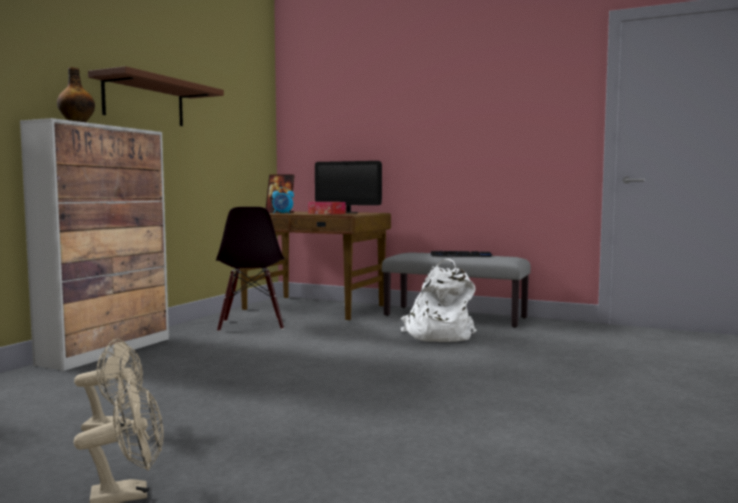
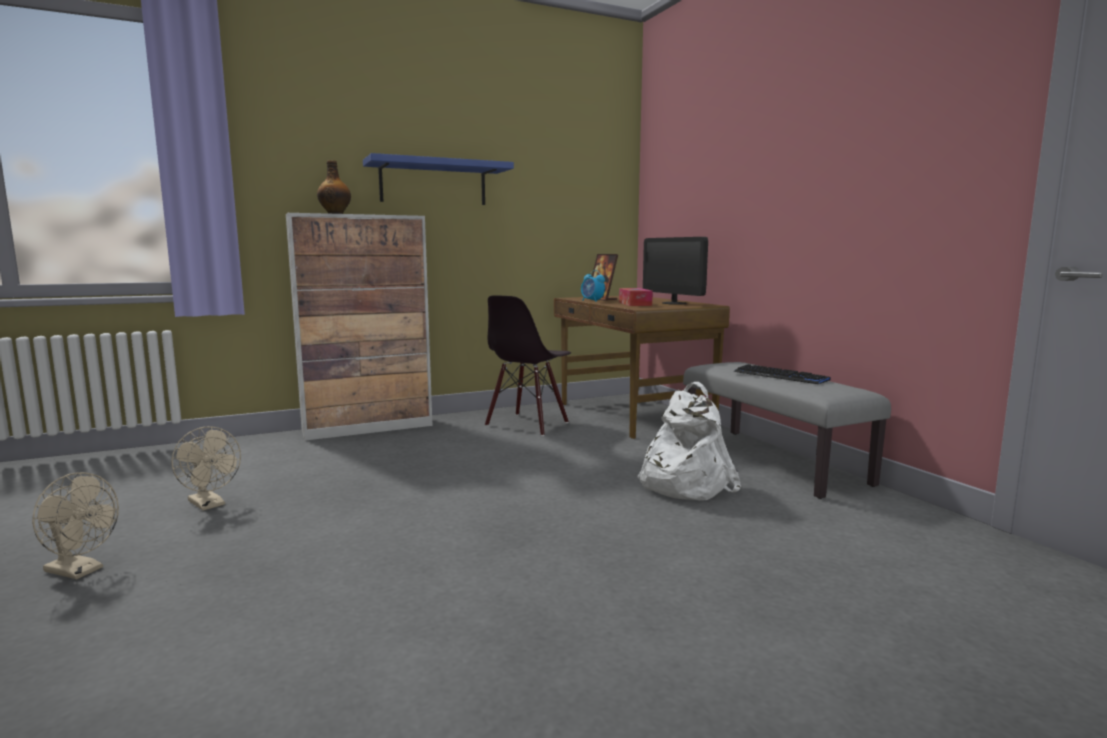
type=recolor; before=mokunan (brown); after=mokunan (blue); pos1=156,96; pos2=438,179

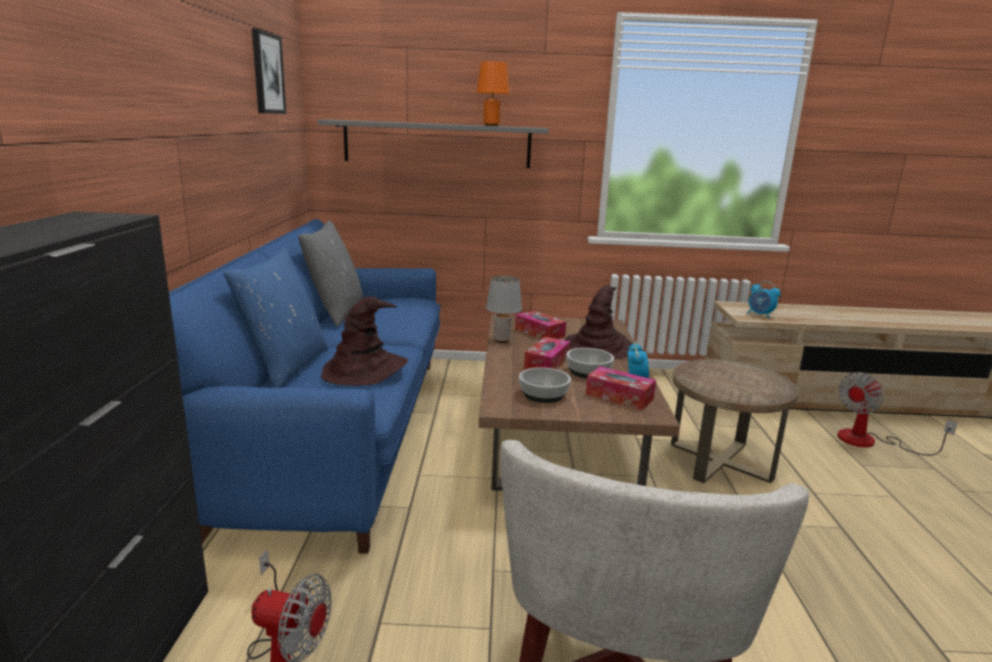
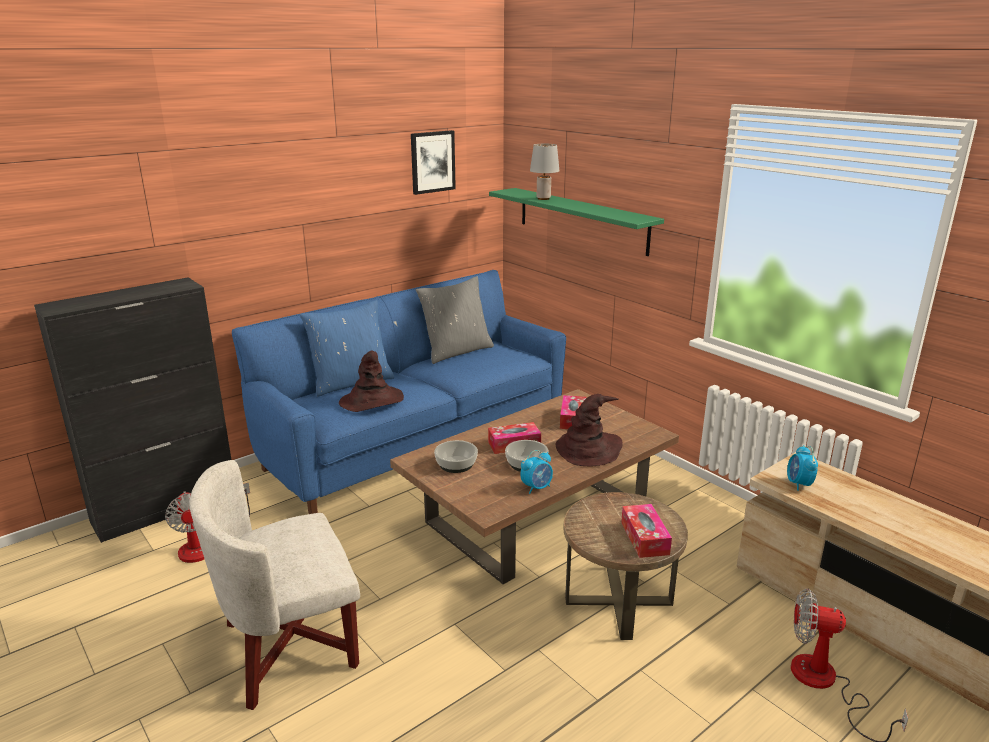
type=delete; before=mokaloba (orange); pos1=493,93
type=recolor; before=mokunan (grey); after=mokunan (green); pos1=433,144; pos2=576,222
type=move; before=mokaloba (grey); pos1=504,309; pos2=544,172
type=move; before=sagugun; pos1=621,388; pos2=646,531

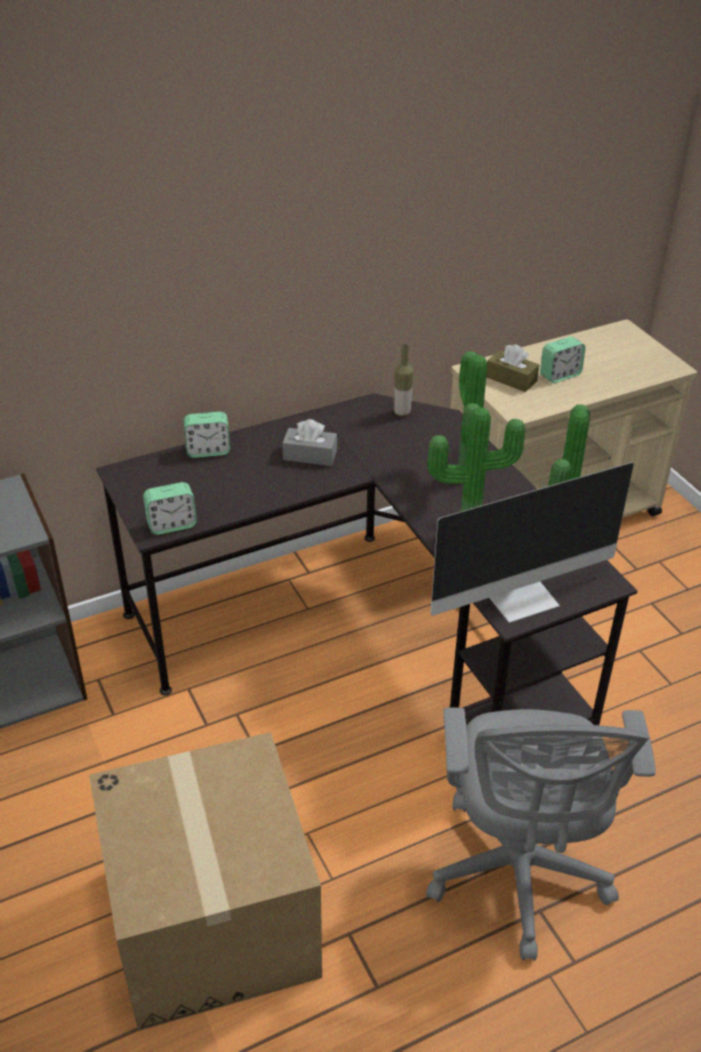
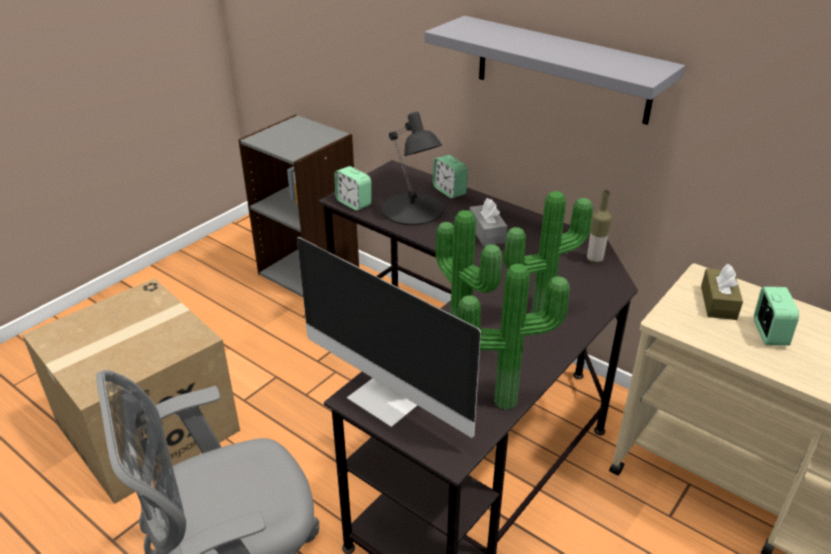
type=rotate; before=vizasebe; pos1=563,359; pos2=776,316; turn=-120
type=insert; after=mokunan (grey); pos2=555,70
type=insert; after=mokaloba (black); pos2=412,168

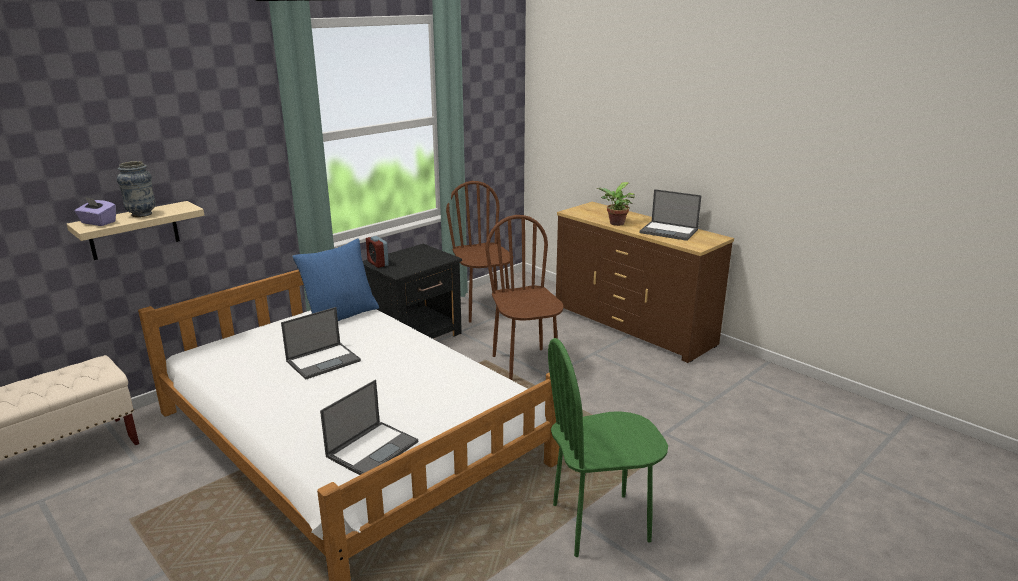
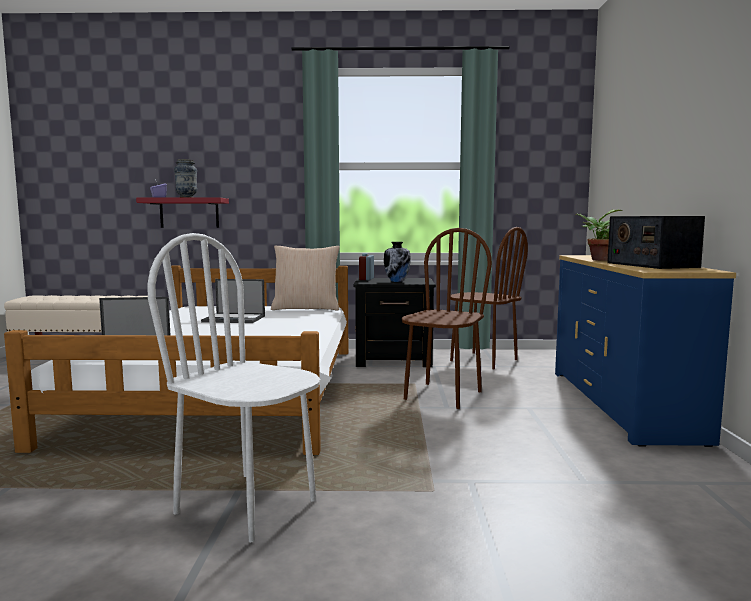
type=rotate; before=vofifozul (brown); pos1=478,252; pos2=489,298; turn=105
type=replace; before=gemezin; after=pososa; pos1=670,215; pos2=656,242
type=recolor; before=mokunan (beige); after=mokunan (red); pos1=135,230; pos2=182,212
type=recolor; before=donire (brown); after=donire (blue); pos1=645,282; pos2=645,351
type=recolor; before=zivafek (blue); after=zivafek (beige); pos1=335,279; pos2=305,278
type=recolor; before=vofifozul (green); after=vofifozul (white); pos1=608,447; pos2=233,387
type=insert; after=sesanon; pos2=397,262

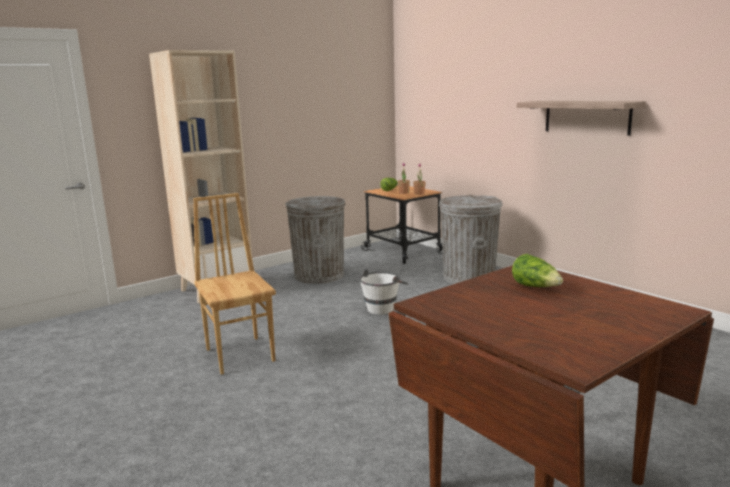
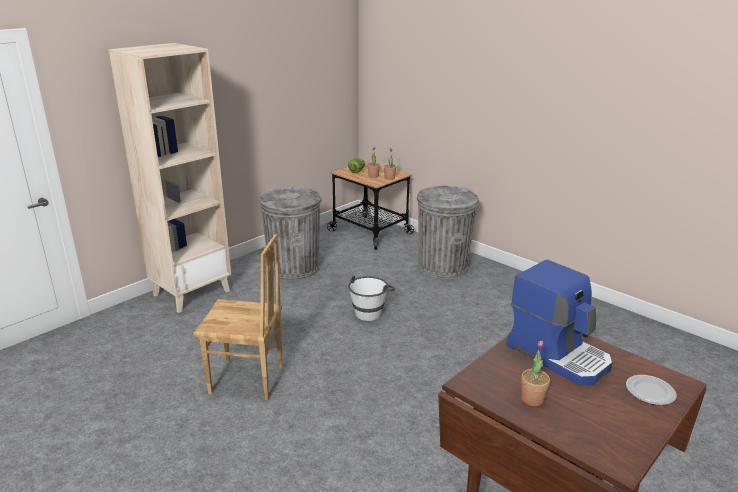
type=delete; before=mokunan; pos1=581,118
type=rotate; before=vofifozul (brown); pos1=234,284; pos2=238,317; turn=135
type=replace; before=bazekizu; after=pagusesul; pos1=537,270; pos2=559,323
type=insert; after=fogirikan; pos2=535,373
type=insert; after=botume; pos2=651,390

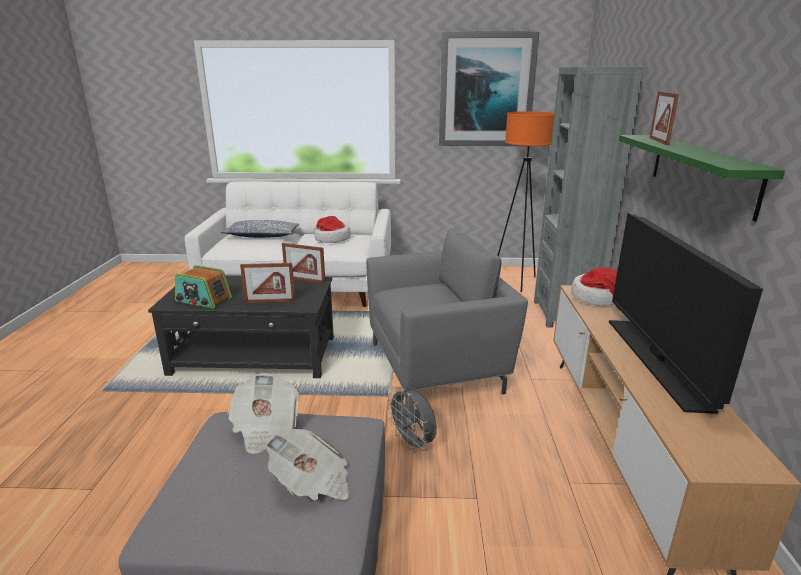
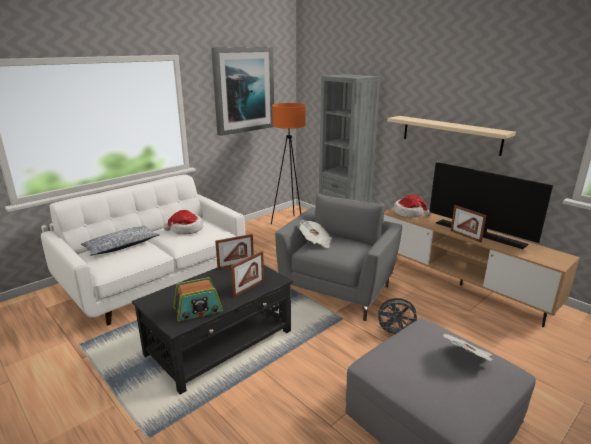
type=move; before=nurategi; pos1=664,118; pos2=469,223
type=recolor; before=mokunan (green); after=mokunan (beige); pos1=702,178; pos2=451,136
type=move; before=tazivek; pos1=263,413; pos2=315,234

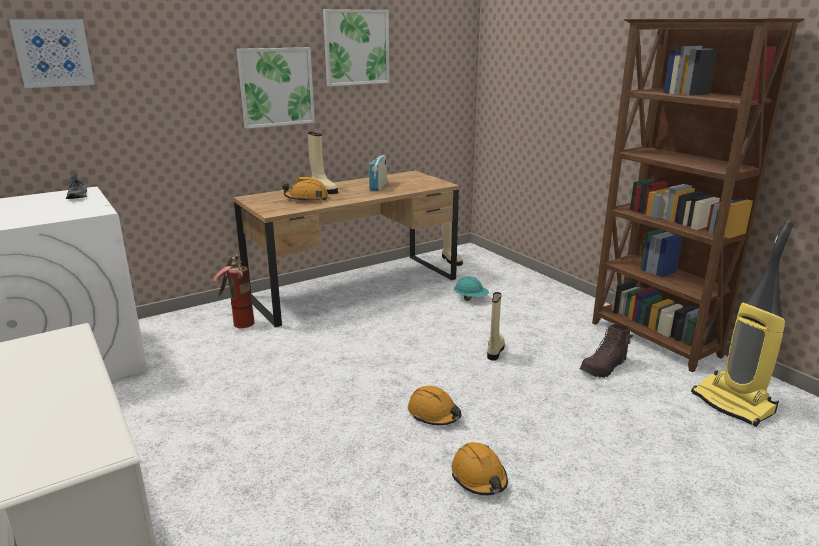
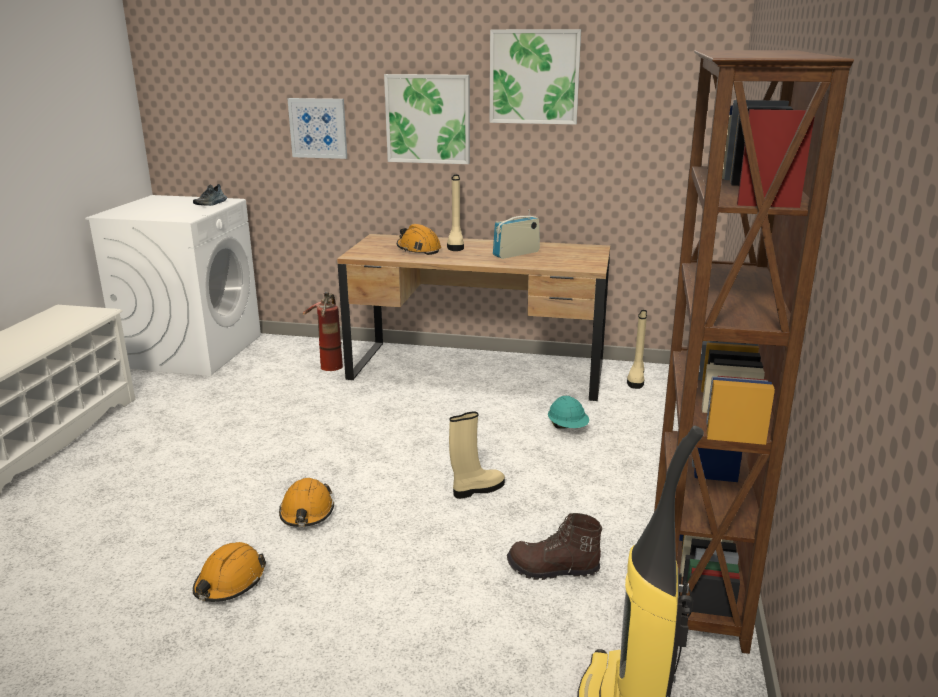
type=move; before=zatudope; pos1=52,53; pos2=317,128

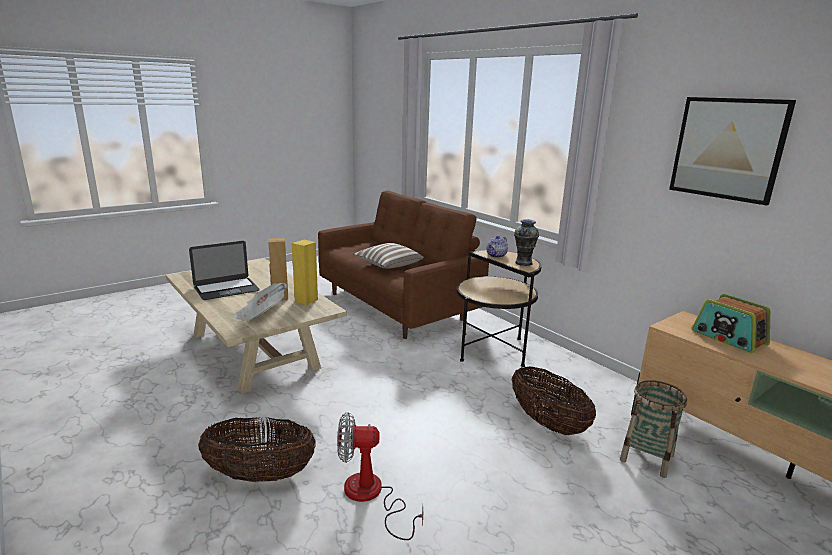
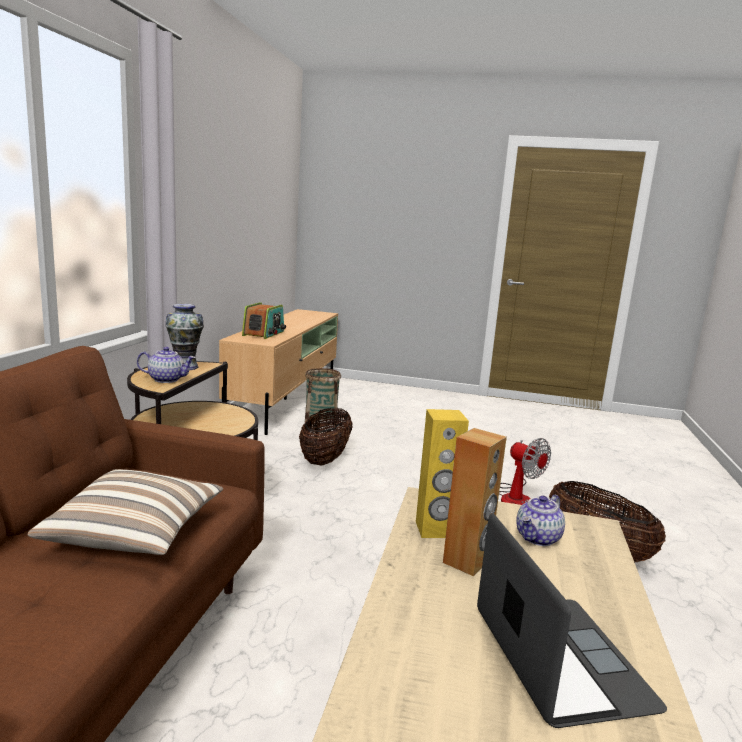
type=delete; before=zatudope; pos1=732,151
type=rotate; before=gemezin; pos1=224,270; pos2=572,620; turn=60
type=replace; before=tazivek; after=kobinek; pos1=260,303; pos2=540,520

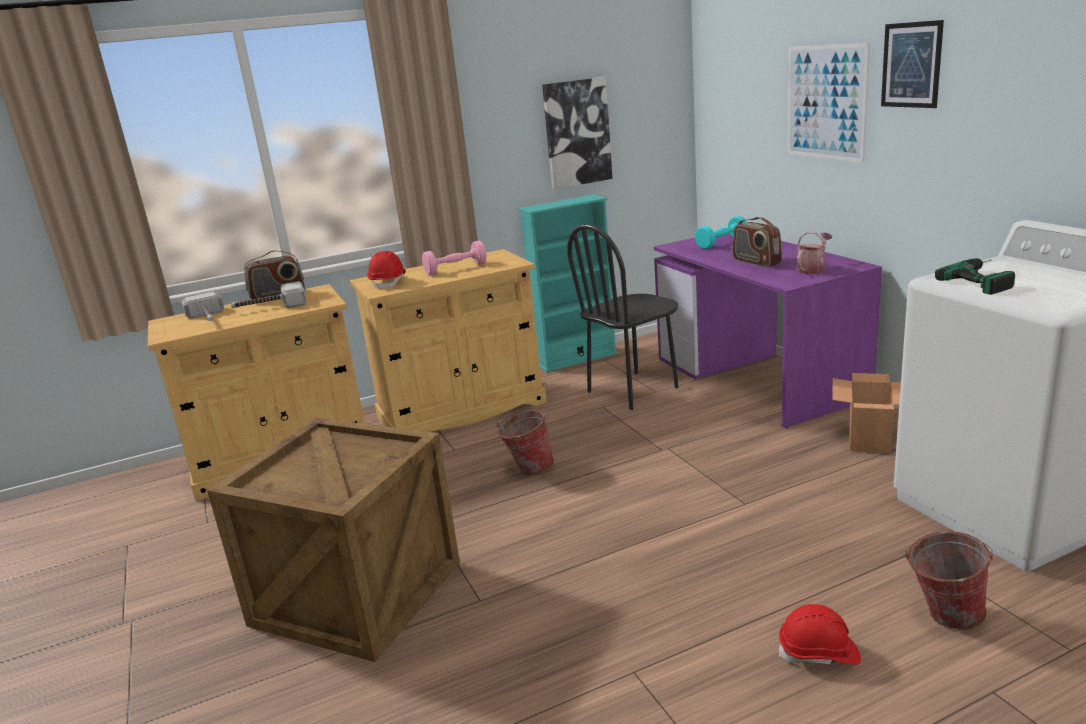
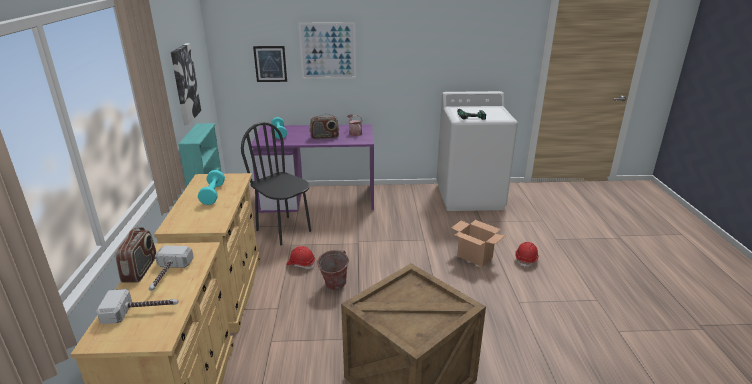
type=move; before=zatudope; pos1=912,64; pos2=270,64
type=rotate; before=vofifozul (black); pos1=623,317; pos2=276,183; turn=150
type=recolor; before=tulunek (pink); after=tulunek (turquoise); pos1=454,258; pos2=211,187
type=move; before=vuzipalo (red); pos1=386,270; pos2=300,257
type=move; before=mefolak; pos1=866,413; pos2=478,243
type=delete; before=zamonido; pos1=949,580

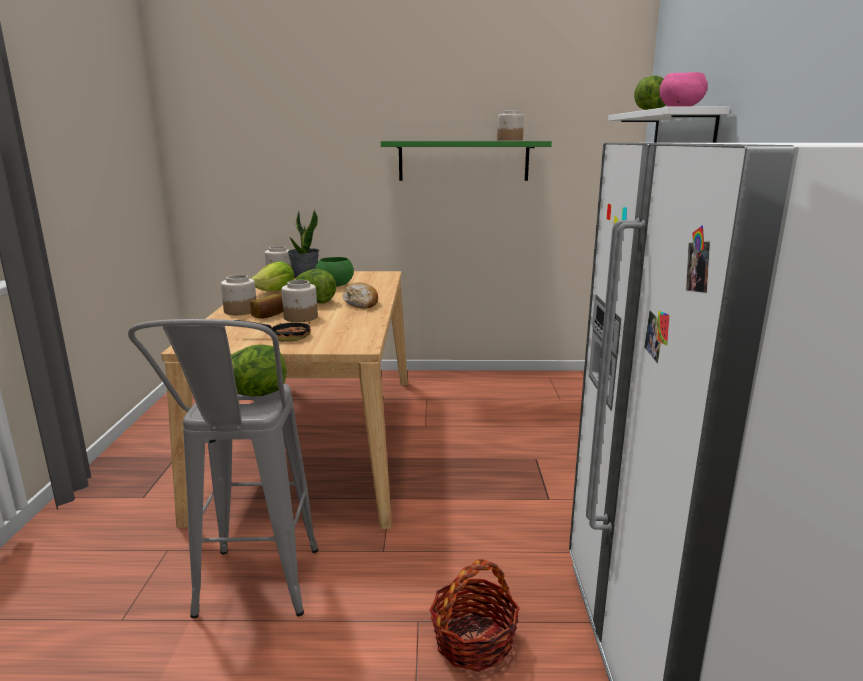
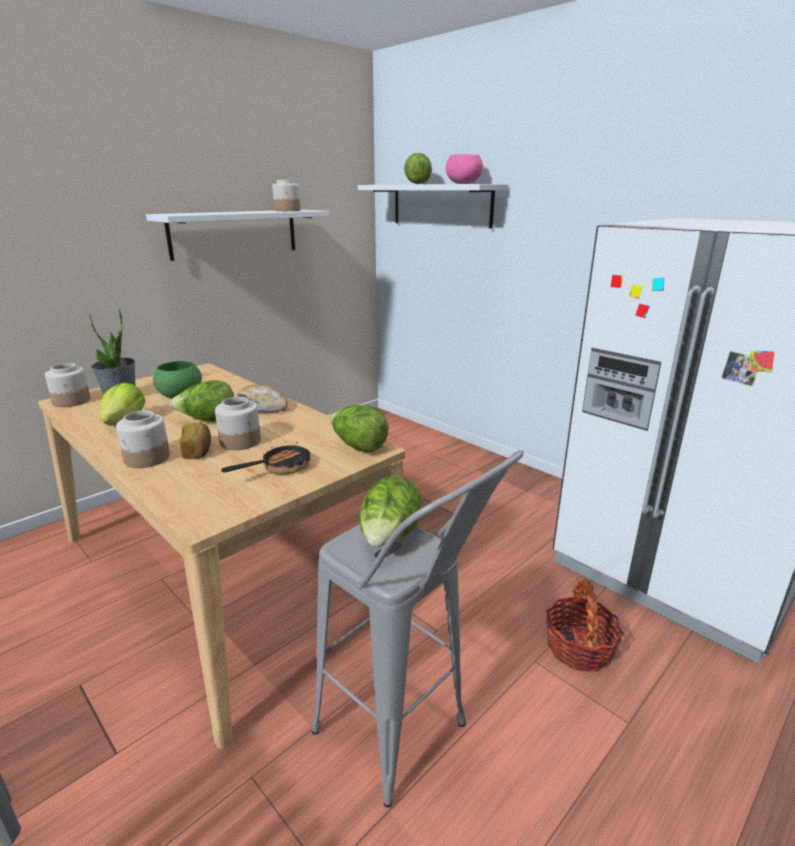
type=recolor; before=mokunan (green); after=mokunan (white); pos1=466,161; pos2=237,235
type=insert; after=bazekizu; pos2=359,429

